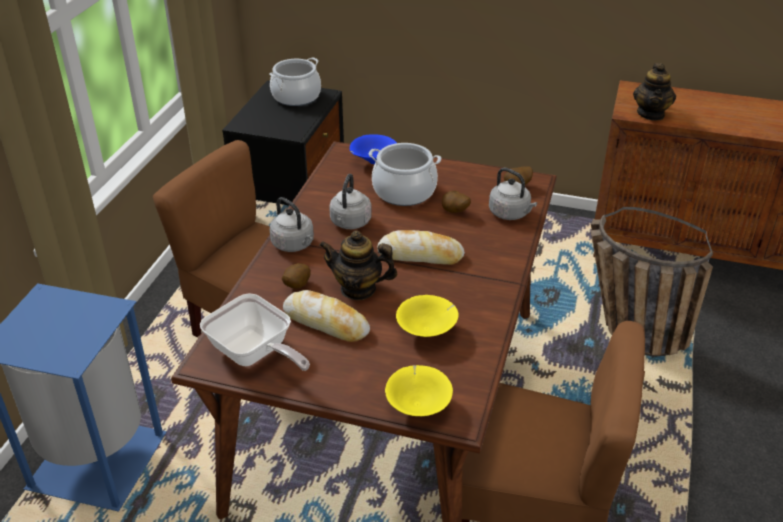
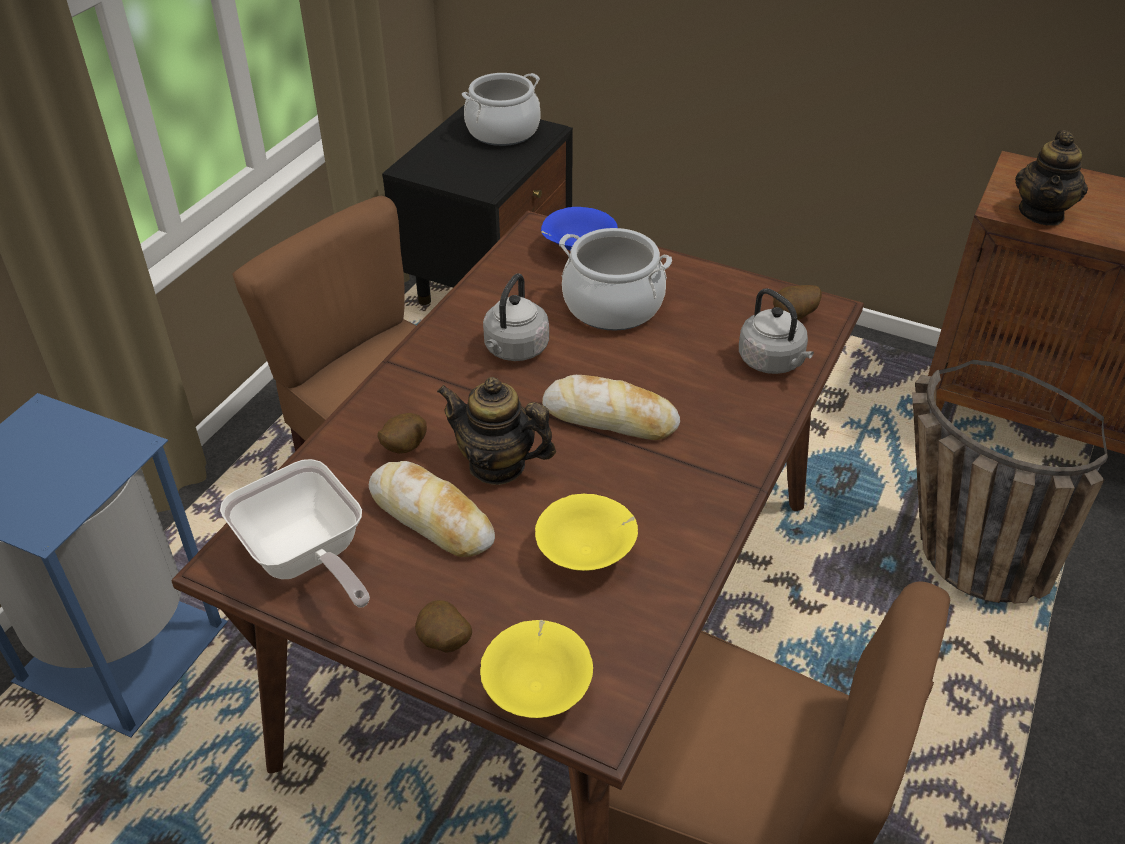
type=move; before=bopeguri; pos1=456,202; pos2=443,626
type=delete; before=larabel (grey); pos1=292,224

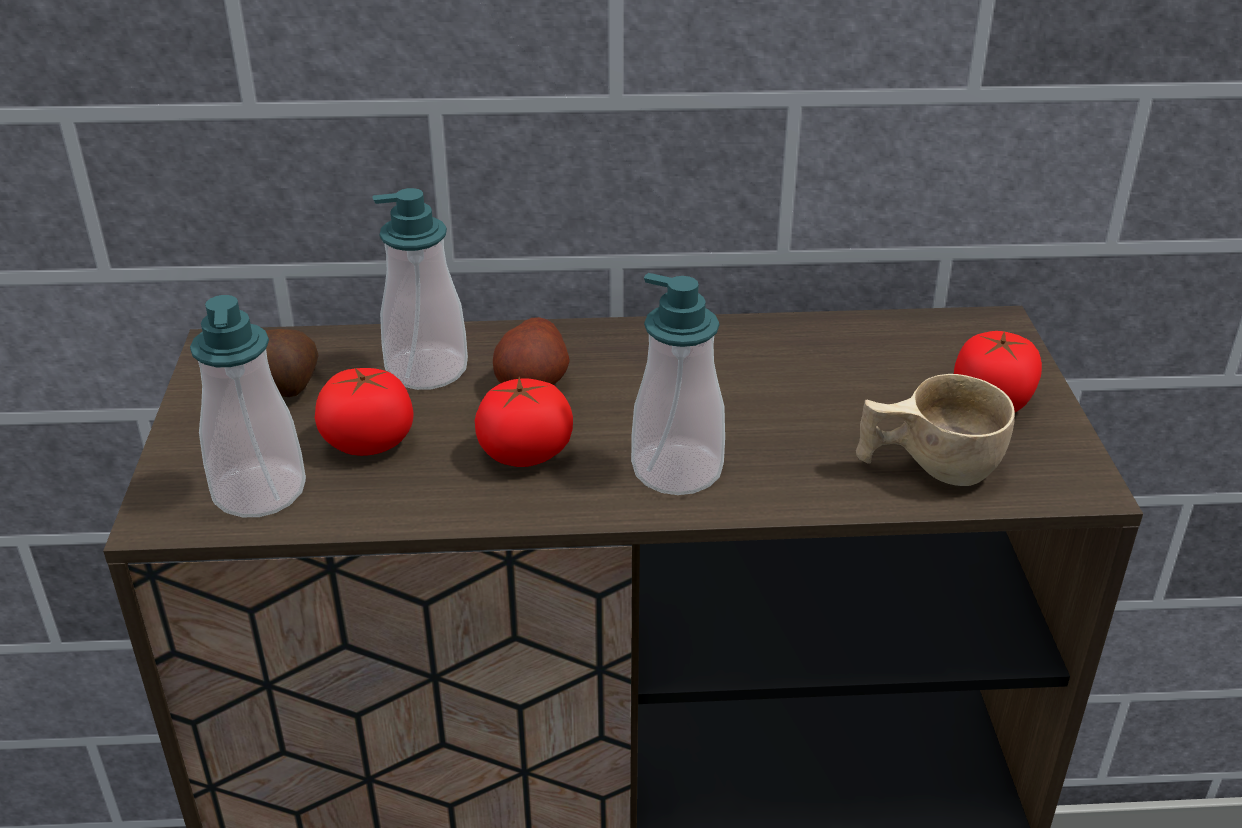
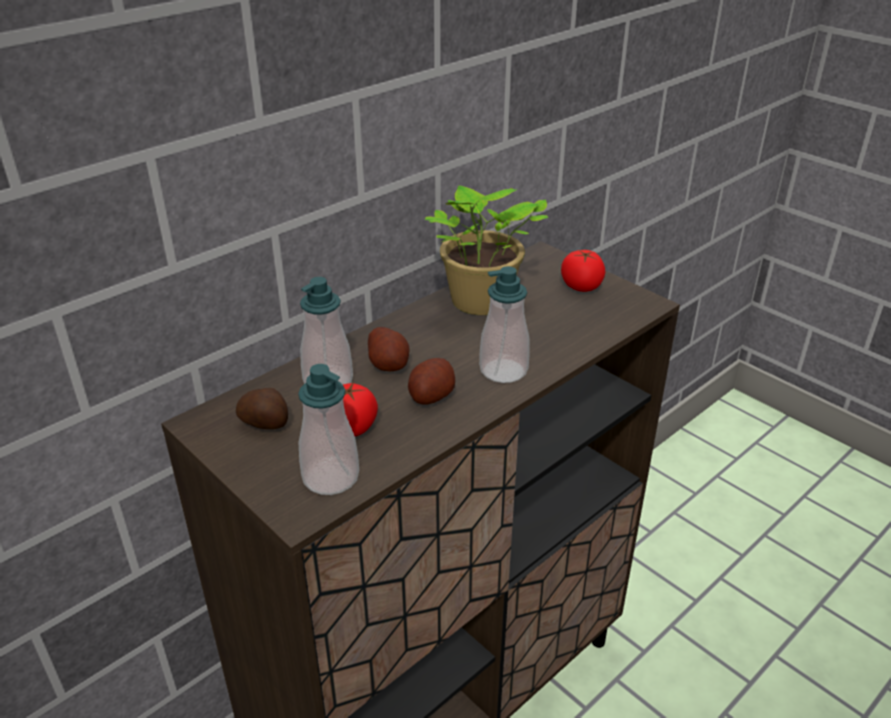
type=delete; before=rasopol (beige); pos1=935,430
type=replace; before=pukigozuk; after=bopeguri; pos1=524,422; pos2=431,381
type=insert; after=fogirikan; pos2=486,250

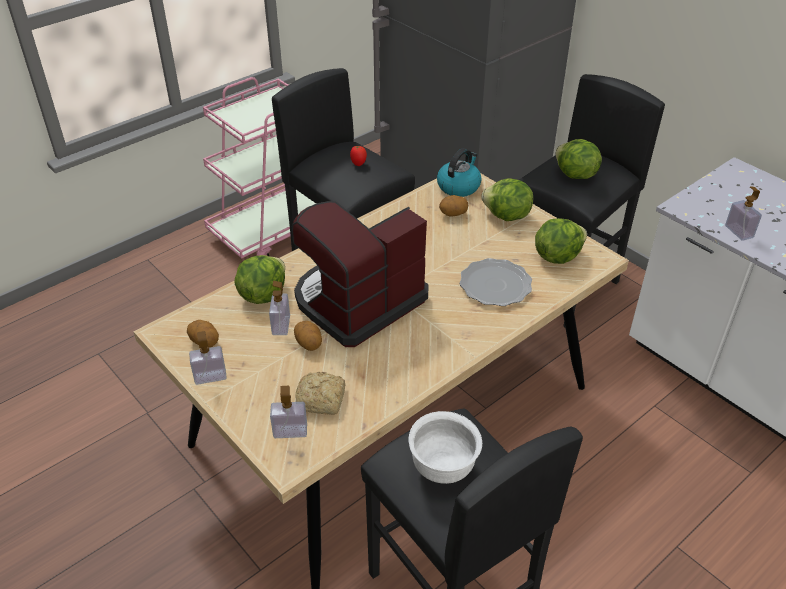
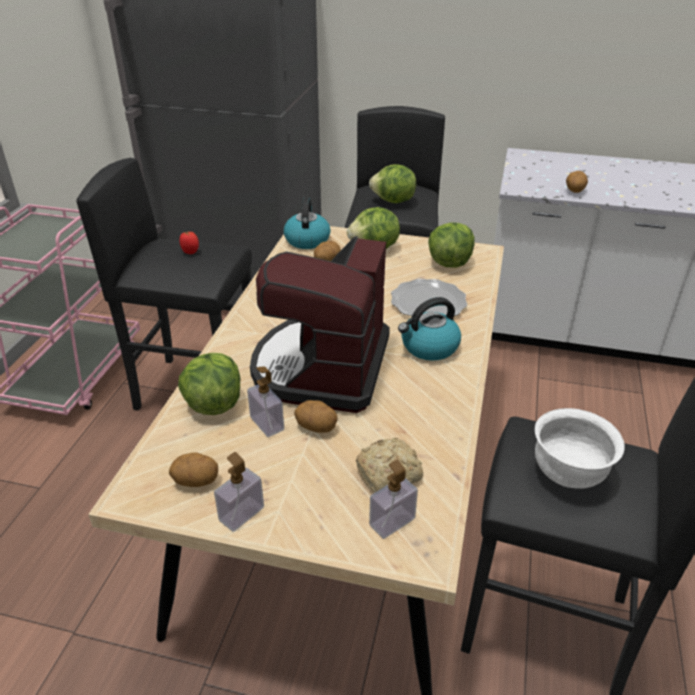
type=replace; before=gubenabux; after=bopeguri; pos1=743,213; pos2=577,182
type=insert; after=larabel; pos2=429,329

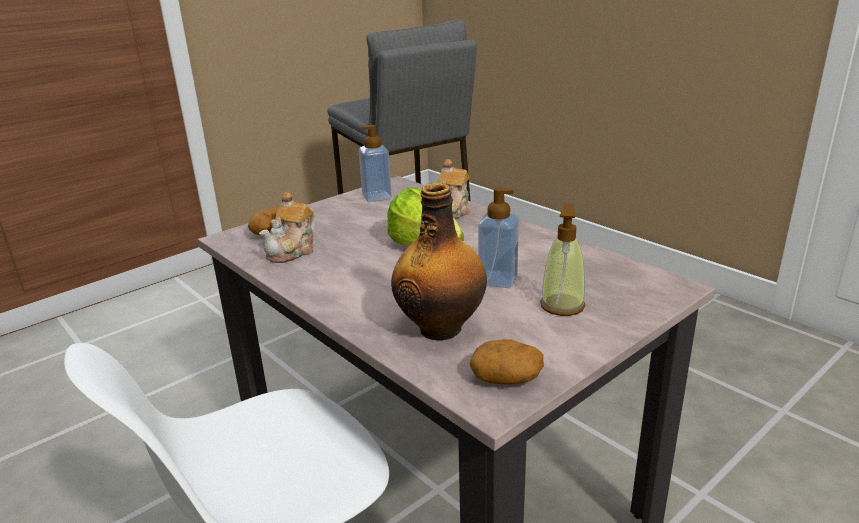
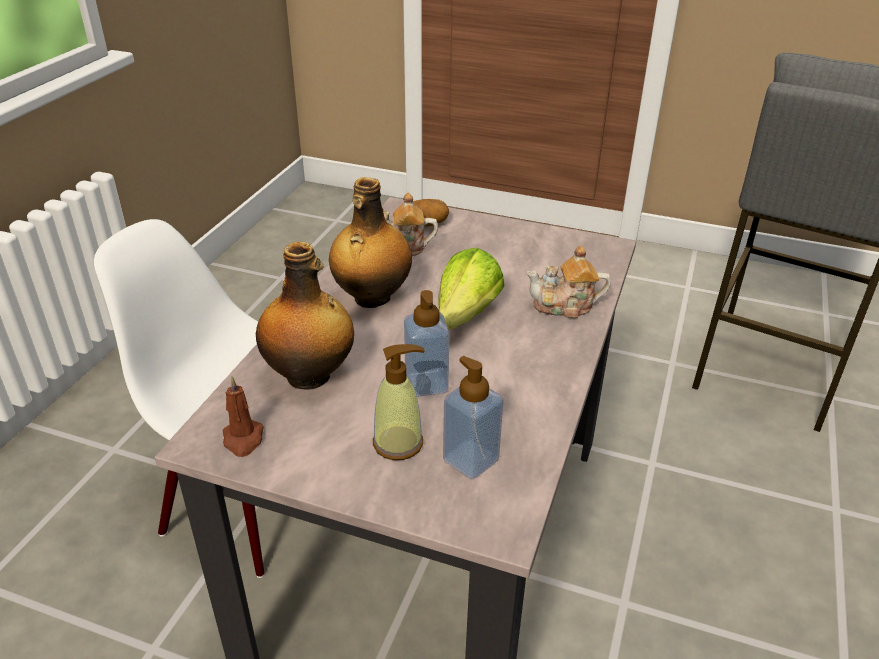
type=move; before=gubenabux; pos1=375,163; pos2=473,417
type=replace; before=bopeguri; after=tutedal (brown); pos1=507,362; pos2=243,417
type=insert; after=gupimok; pos2=370,242

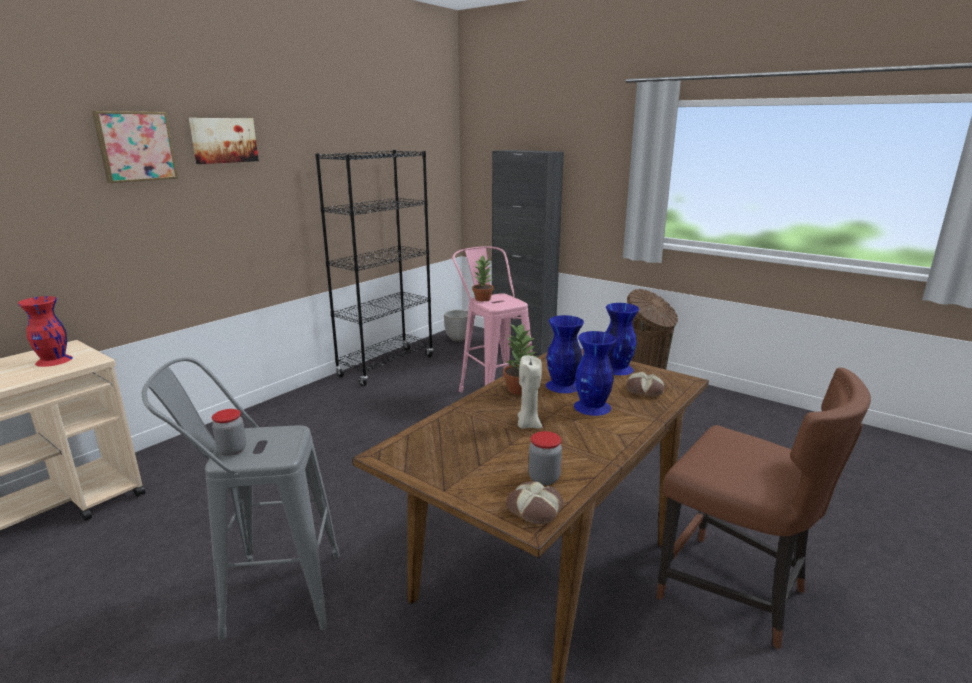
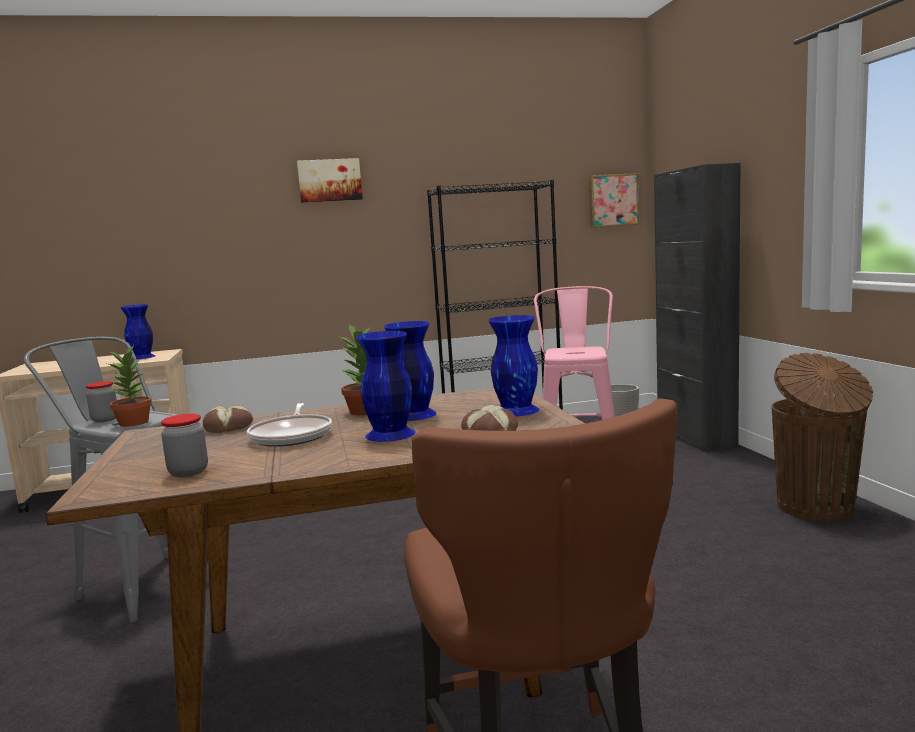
type=move; before=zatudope; pos1=135,147; pos2=614,200
type=move; before=fogirikan; pos1=483,278; pos2=130,386
type=recolor; before=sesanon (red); after=sesanon (blue); pos1=45,331; pos2=138,332
type=replace; before=tutedal (beige); after=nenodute; pos1=530,392; pos2=289,425
type=move; before=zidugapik; pos1=534,503; pos2=228,419

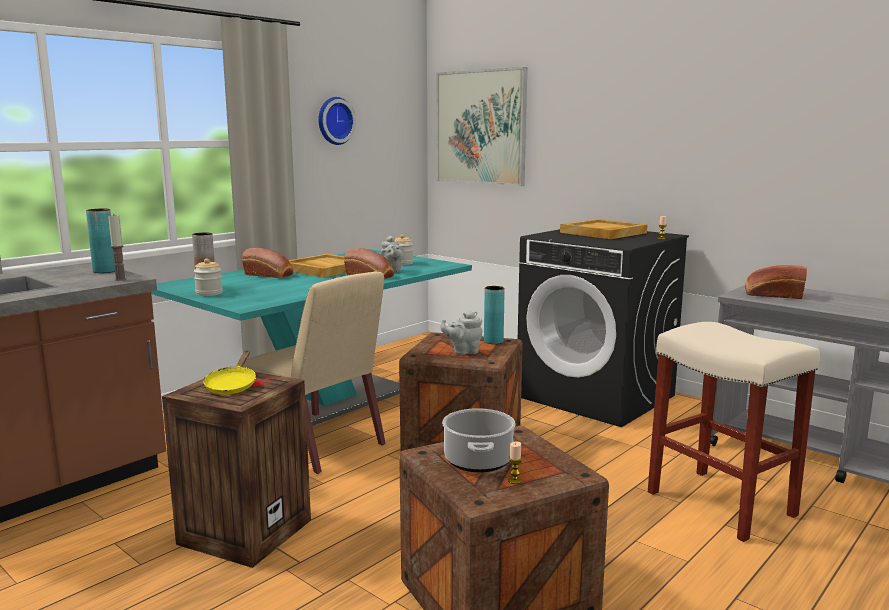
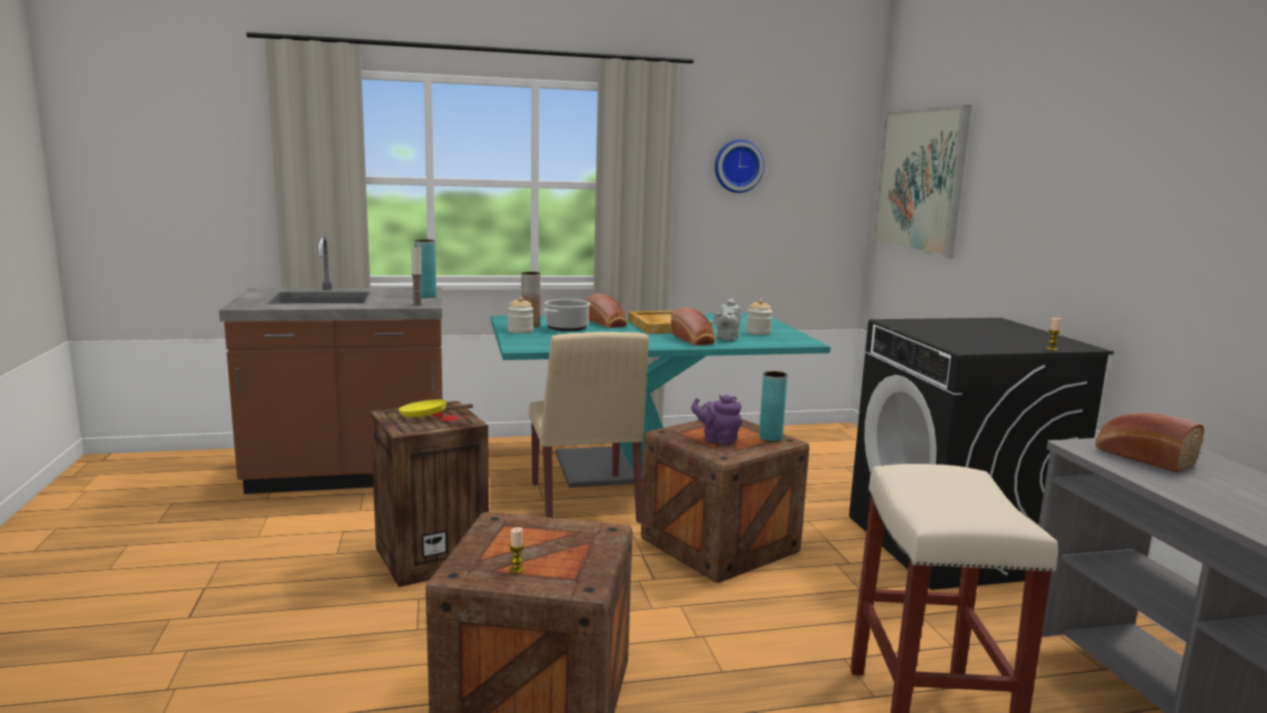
type=delete; before=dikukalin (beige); pos1=604,229
type=recolor; before=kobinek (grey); after=kobinek (purple); pos1=461,333; pos2=716,420
type=rotate; before=nenodute (yellow); pos1=229,373; pos2=436,408; turn=75
type=move; before=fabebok; pos1=478,440; pos2=566,315

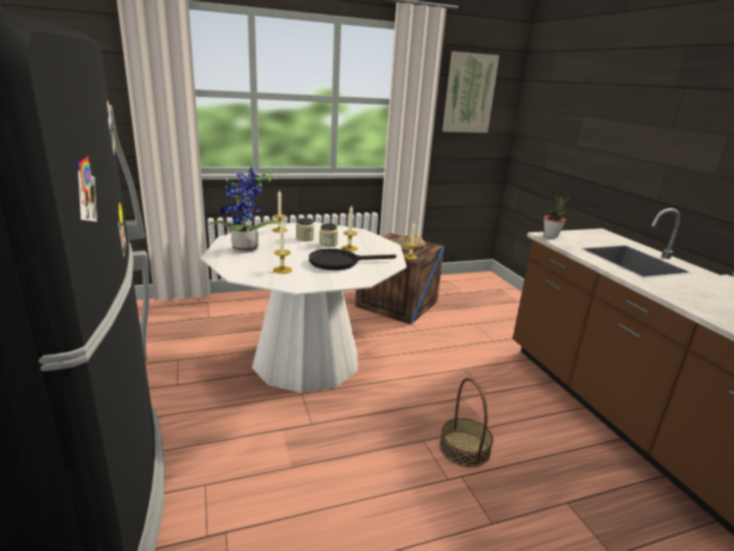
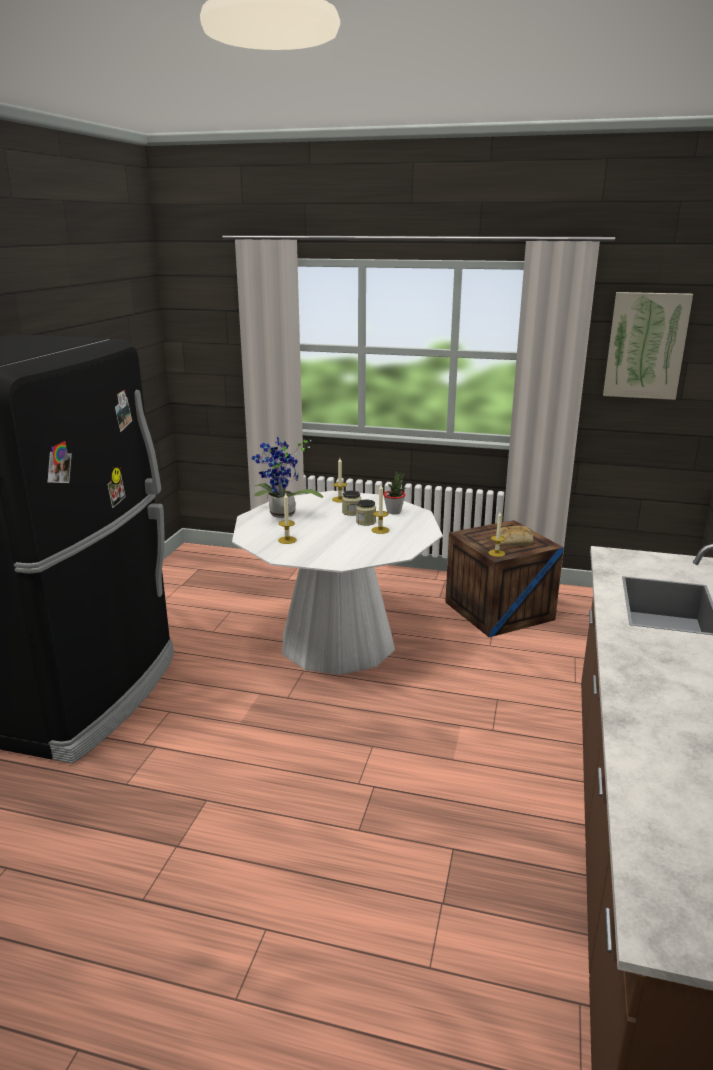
type=move; before=fogirikan; pos1=556,217; pos2=394,492
type=delete; before=nenodute (black); pos1=353,259
type=delete; before=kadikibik; pos1=466,422

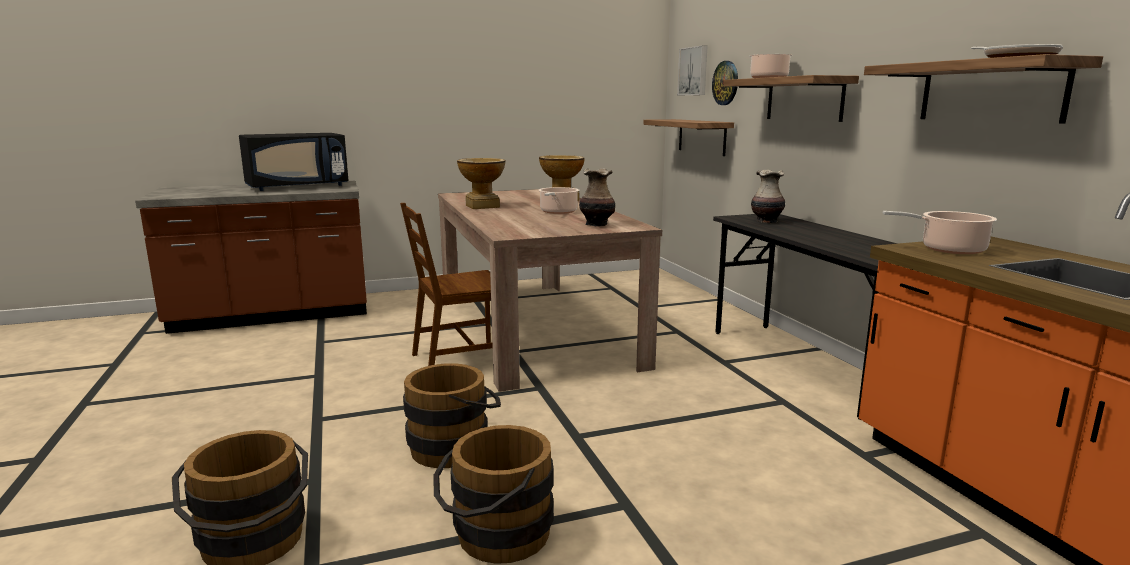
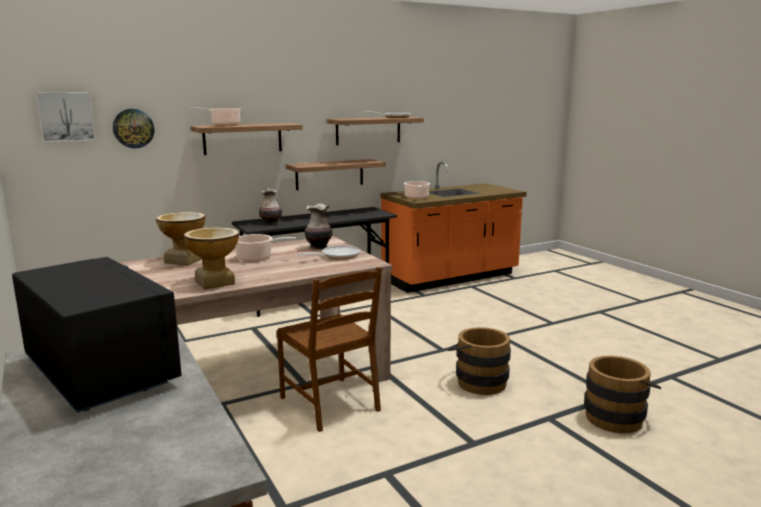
type=move; before=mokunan; pos1=688,137; pos2=335,174
type=delete; before=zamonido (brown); pos1=493,494
type=insert; after=nenodute; pos2=329,252

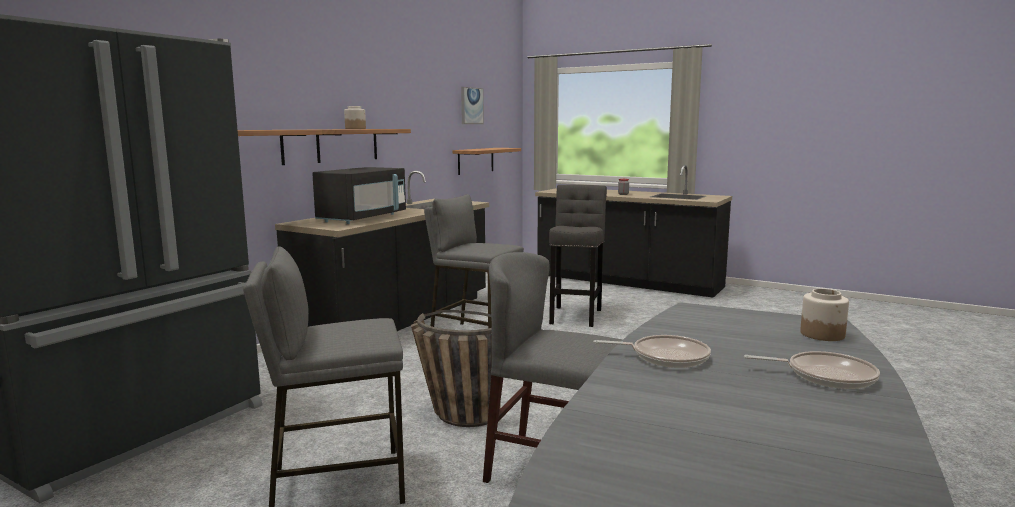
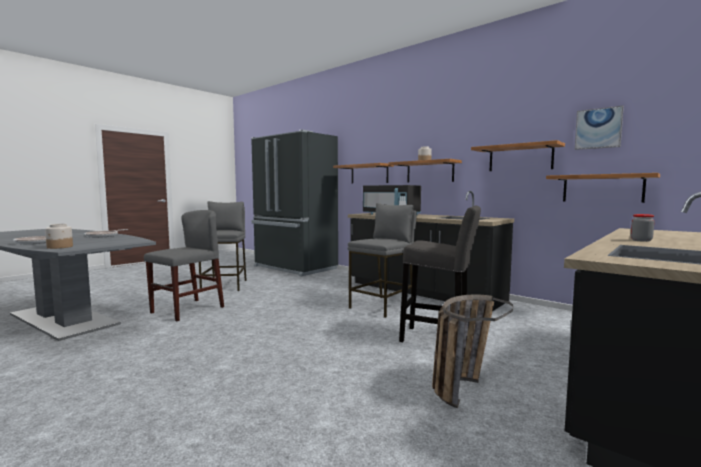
type=move; before=kadikibik; pos1=456,368; pos2=472,352
type=insert; after=mokunan; pos2=518,155

